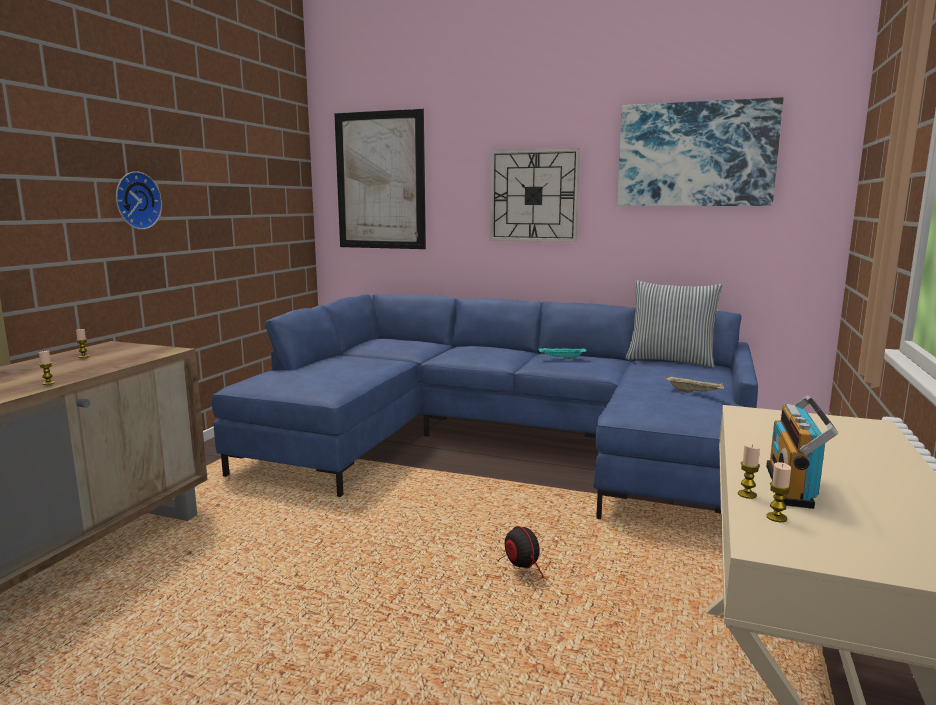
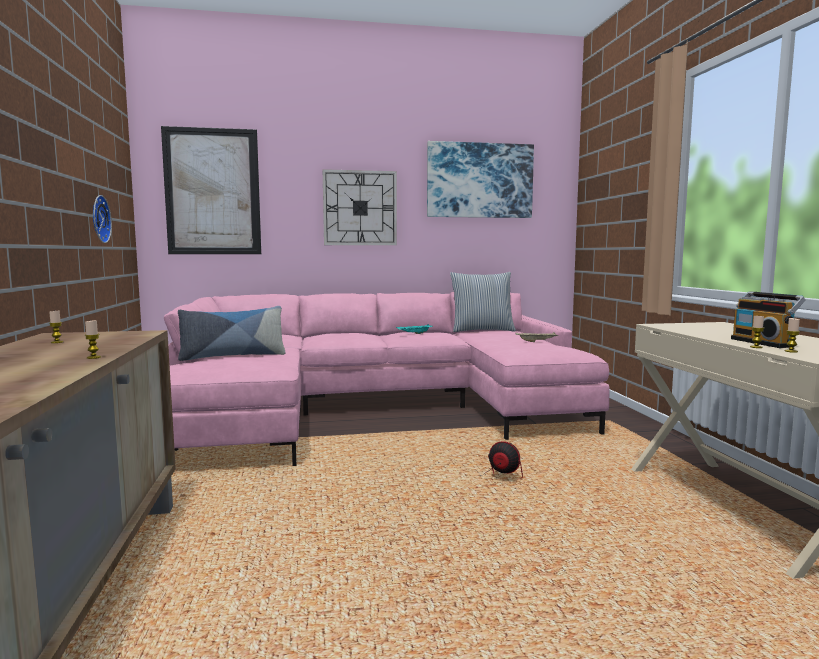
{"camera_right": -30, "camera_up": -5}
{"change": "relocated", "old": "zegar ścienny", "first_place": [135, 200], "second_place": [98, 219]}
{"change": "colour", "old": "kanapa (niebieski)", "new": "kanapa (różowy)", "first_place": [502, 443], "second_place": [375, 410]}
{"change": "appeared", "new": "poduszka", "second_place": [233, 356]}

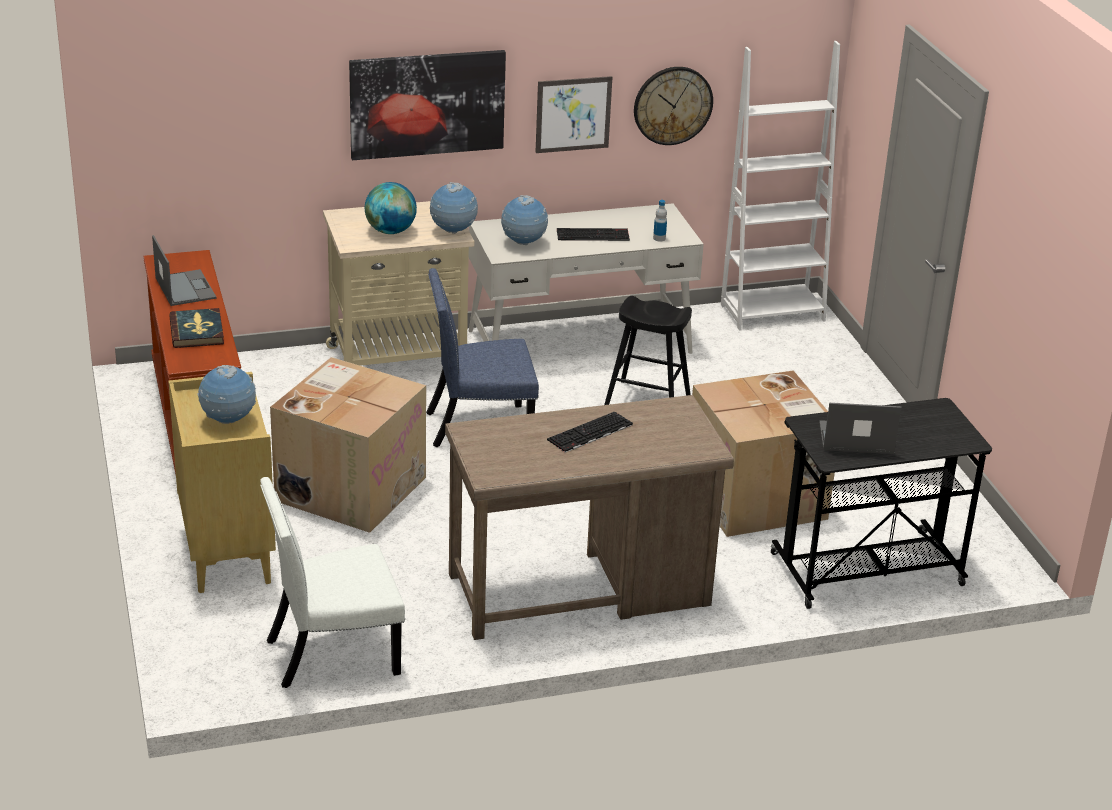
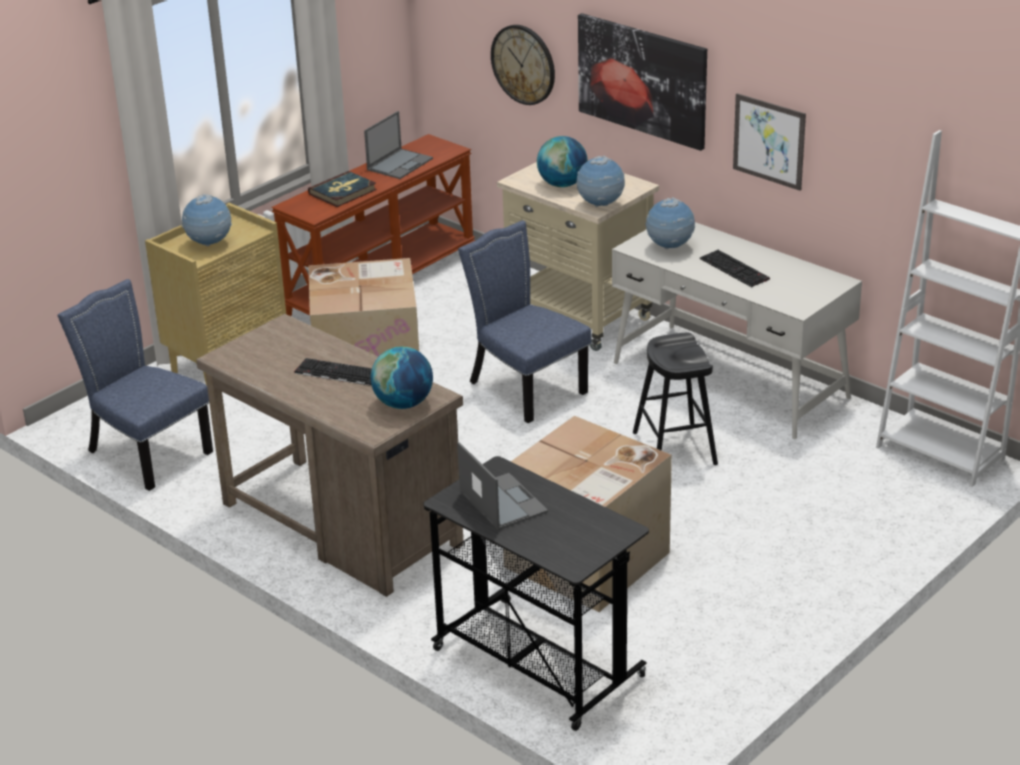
{"camera_right": 60, "camera_up": 0}
{"change": "colour", "old": "krzesło (biały)", "new": "krzesło (niebieski)", "first_place": [335, 654], "second_place": [149, 455]}
{"change": "appeared", "new": "globus", "second_place": [403, 404]}
{"change": "relocated", "old": "zegar ścienny", "first_place": [672, 105], "second_place": [523, 64]}
{"change": "missing", "old": "butelka", "first_place": [659, 238]}

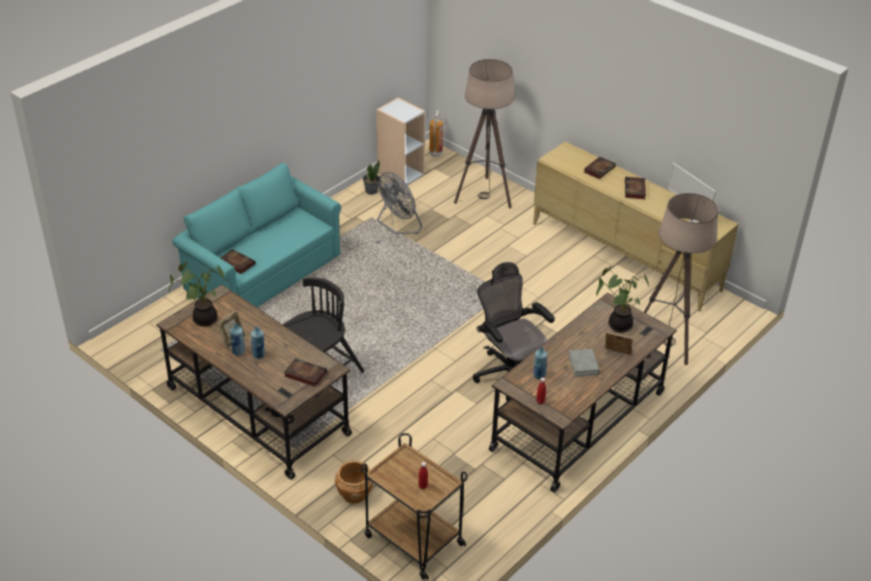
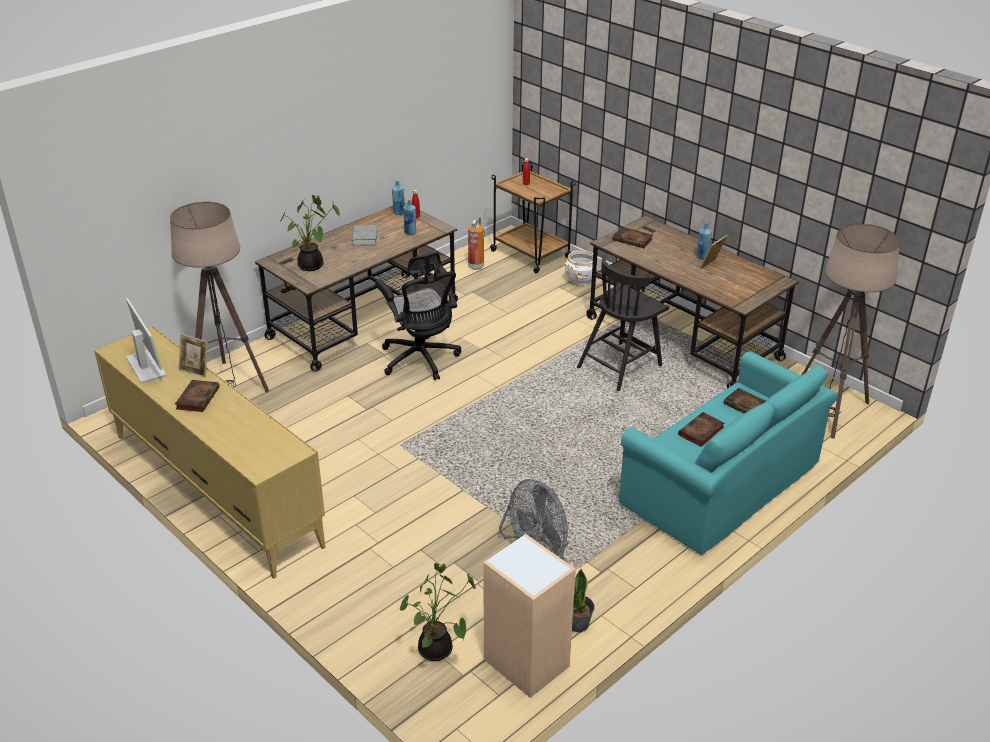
{"camera_right": -175, "camera_up": -5}
{"change": "relocated", "old": "ramka na zdjęcie", "first_place": [616, 354], "second_place": [195, 370]}
{"change": "relocated", "old": "butelka (niebieski)", "first_place": [259, 355], "second_place": [399, 213]}
{"change": "relocated", "old": "roślina doniczkowa", "first_place": [203, 318], "second_place": [438, 651]}
{"change": "relocated", "old": "gaśnica", "first_place": [435, 154], "second_place": [476, 266]}
{"change": "colour", "old": "donica (brązowy)", "new": "donica (biały)", "first_place": [354, 494], "second_place": [580, 280]}
{"change": "relocated", "old": "książka", "first_place": [599, 169], "second_place": [701, 432]}
{"change": "relocated", "old": "lampa stojąca", "first_place": [484, 196], "second_place": [830, 411]}

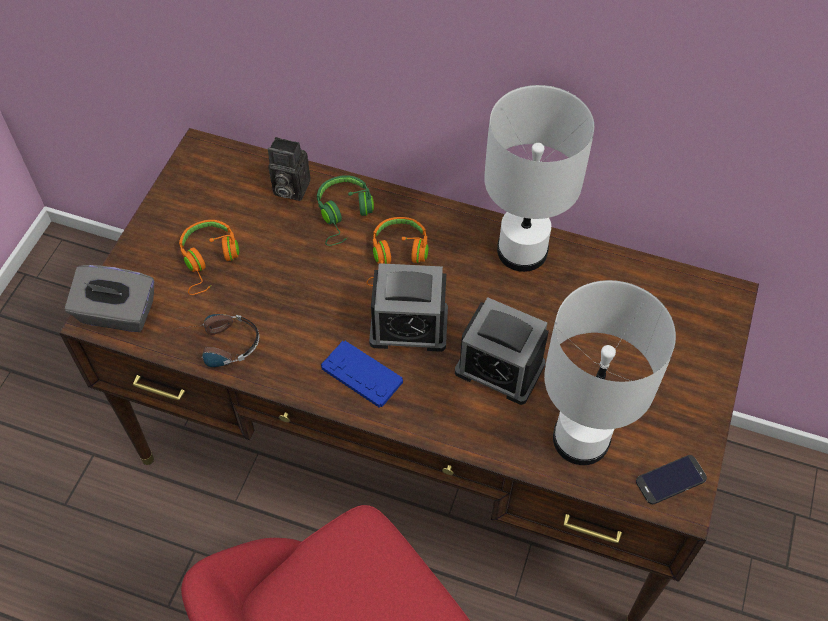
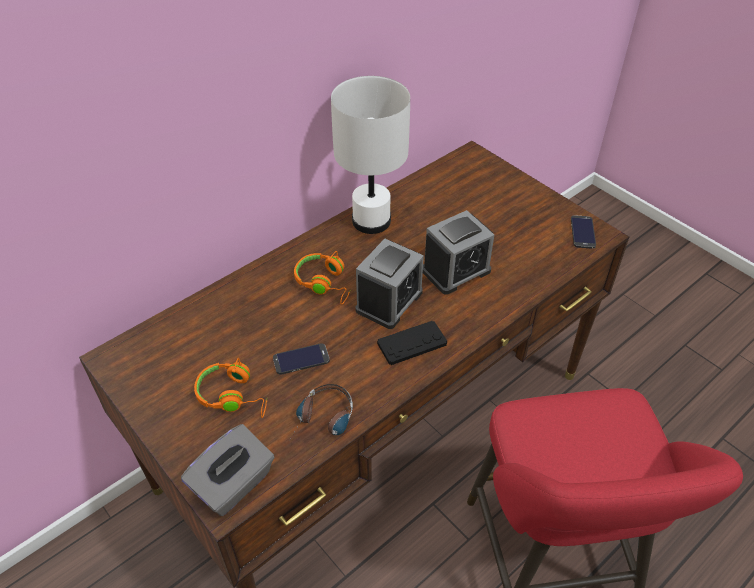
{"camera_right": -60, "camera_up": -10}
{"change": "appeared", "new": "telefon", "second_place": [301, 359]}
{"change": "colour", "old": "pad do gier (niebieski)", "new": "pad do gier (czarny)", "first_place": [362, 374], "second_place": [412, 343]}
{"change": "missing", "old": "aparat fotograficzny", "first_place": [289, 188]}
{"change": "missing", "old": "słuchawki (zielony)", "first_place": [344, 215]}
{"change": "missing", "old": "lampa stołowa (biały)", "first_place": [582, 440]}

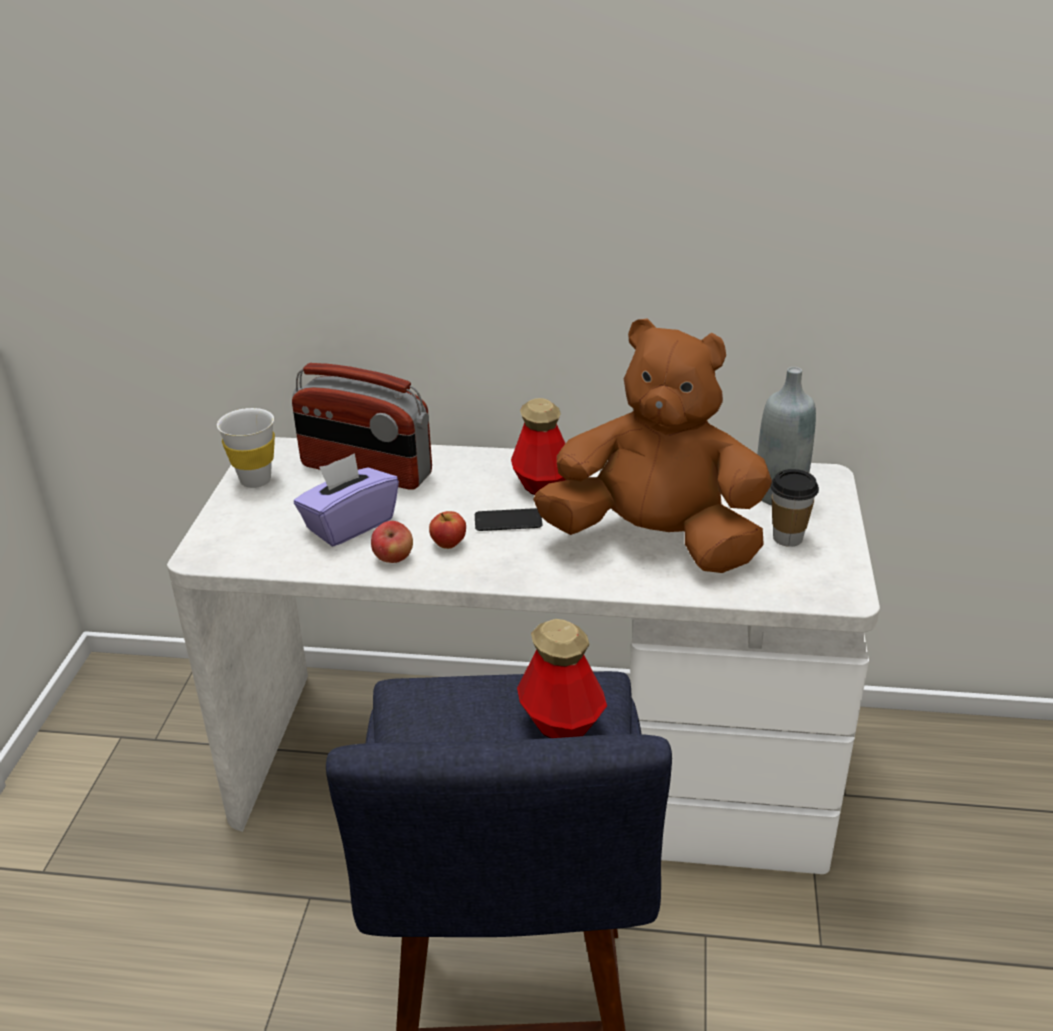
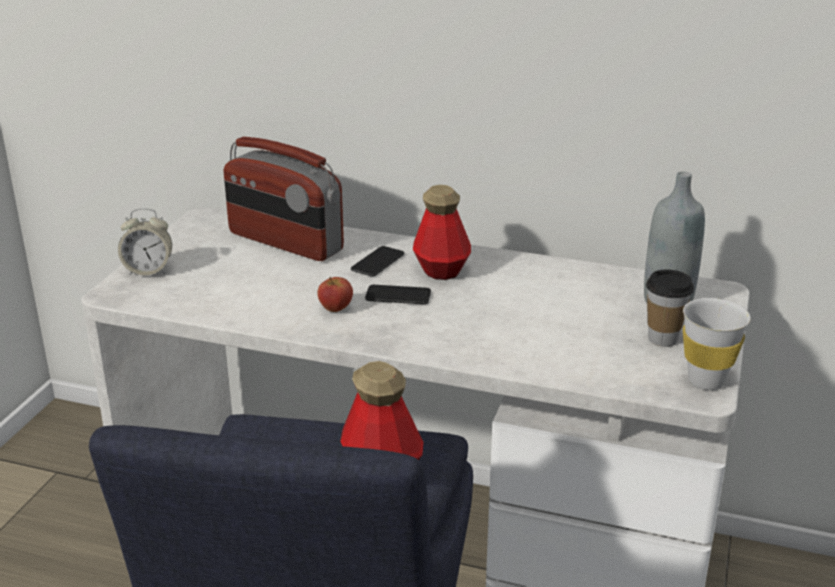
{"camera_right": 10, "camera_up": -5}
{"change": "appeared", "new": "budzik", "second_place": [148, 271]}
{"change": "appeared", "new": "telefon", "second_place": [377, 262]}
{"change": "relocated", "old": "filiżanka (biały)", "first_place": [255, 480], "second_place": [706, 381]}
{"change": "missing", "old": "pudełko chusteczek (fioletowy)", "first_place": [349, 524]}
{"change": "missing", "old": "jabłko", "first_place": [393, 558]}
{"change": "missing", "old": "pluszak (brązowy)", "first_place": [656, 541]}

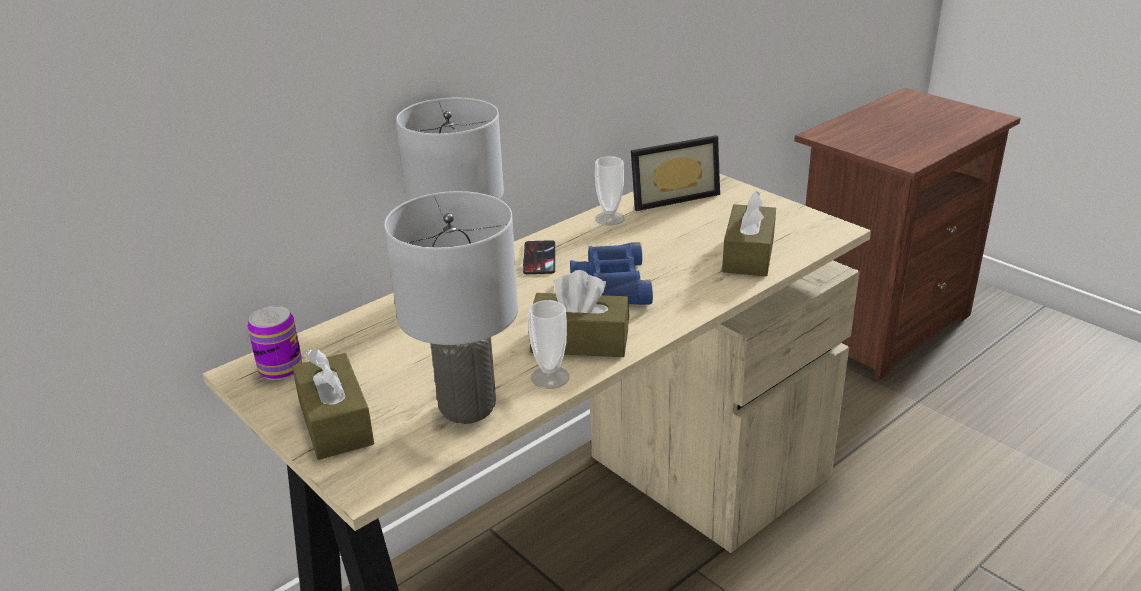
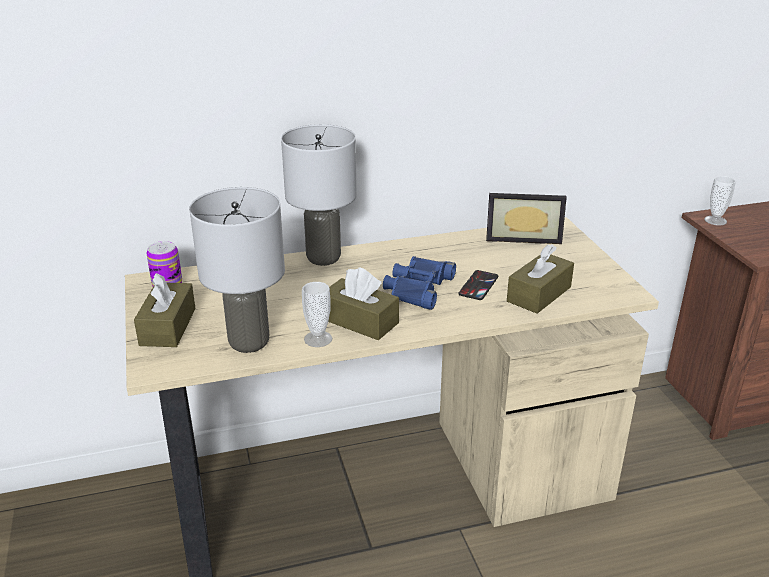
{"camera_right": 25, "camera_up": 0}
{"change": "relocated", "old": "telefon", "first_place": [539, 258], "second_place": [478, 285]}
{"change": "relocated", "old": "filiżanka", "first_place": [609, 218], "second_place": [715, 220]}

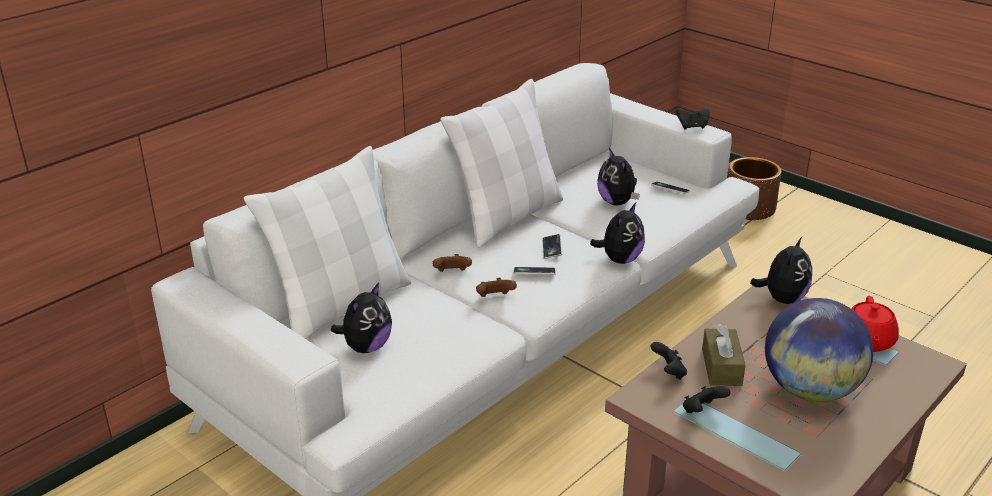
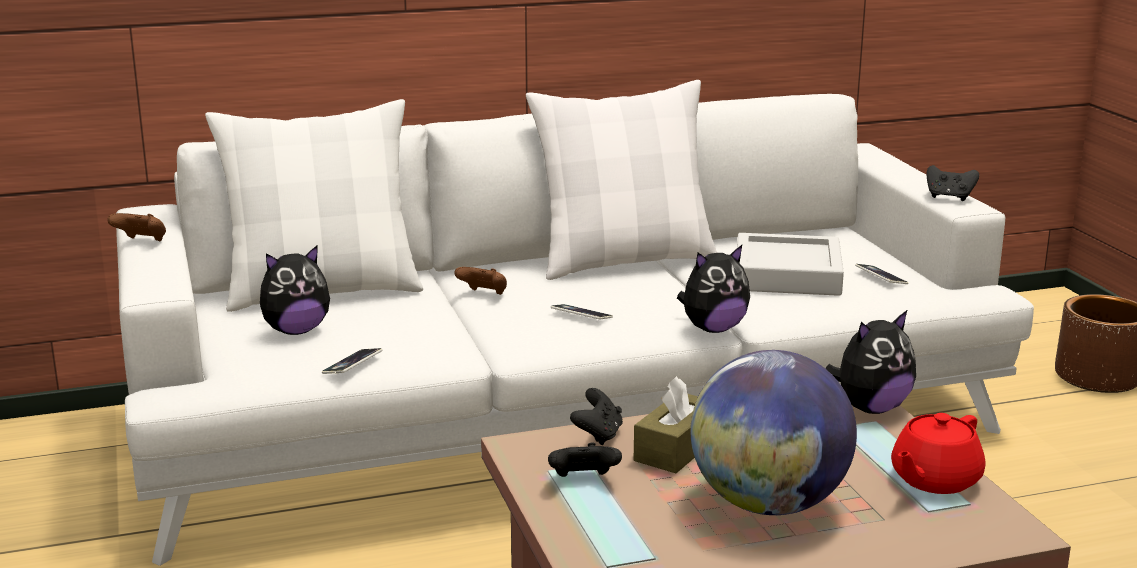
{"camera_right": 30, "camera_up": -10}
{"change": "relocated", "old": "pad do gier (brązowy)", "first_place": [495, 298], "second_place": [142, 242]}
{"change": "relocated", "old": "telefon", "first_place": [551, 249], "second_place": [352, 365]}
{"change": "exchanged", "old": "pluszak", "new": "taca (szary)", "first_place": [617, 202], "second_place": [787, 275]}

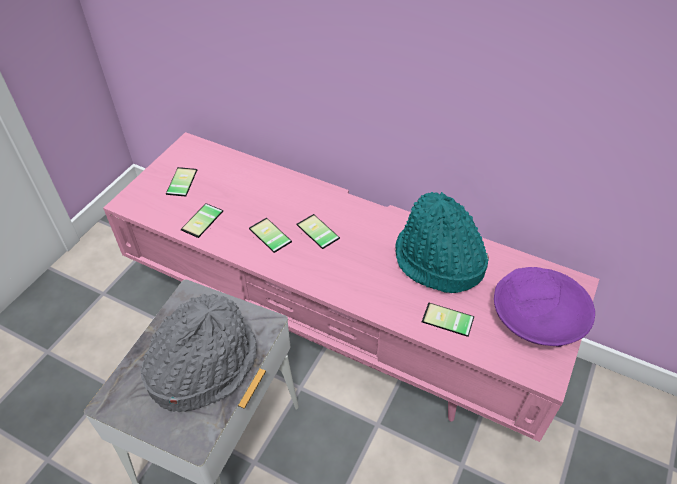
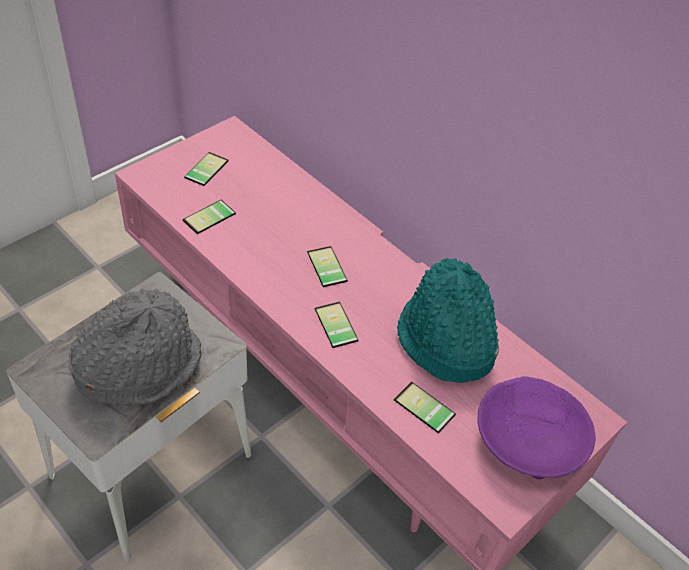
{"camera_right": 15, "camera_up": 0}
{"change": "relocated", "old": "telefon", "first_place": [268, 236], "second_place": [333, 325]}

